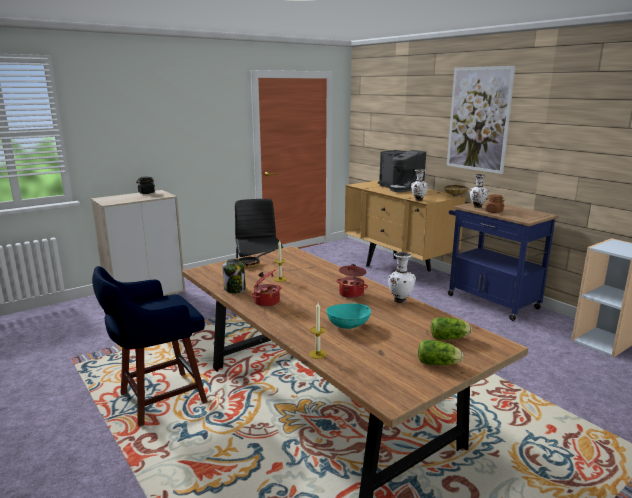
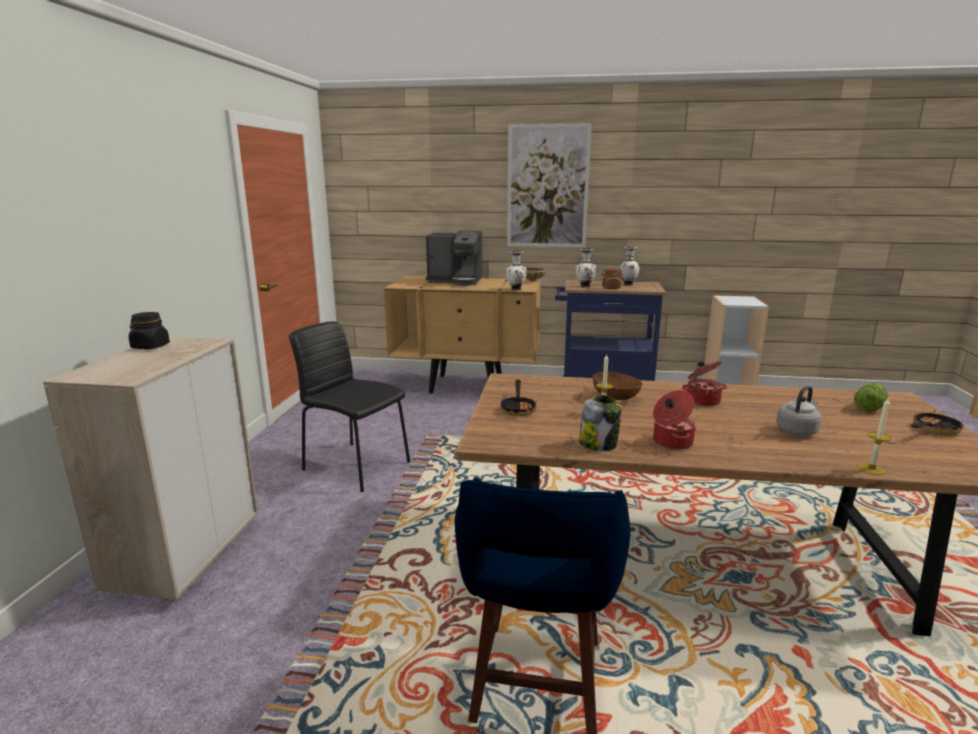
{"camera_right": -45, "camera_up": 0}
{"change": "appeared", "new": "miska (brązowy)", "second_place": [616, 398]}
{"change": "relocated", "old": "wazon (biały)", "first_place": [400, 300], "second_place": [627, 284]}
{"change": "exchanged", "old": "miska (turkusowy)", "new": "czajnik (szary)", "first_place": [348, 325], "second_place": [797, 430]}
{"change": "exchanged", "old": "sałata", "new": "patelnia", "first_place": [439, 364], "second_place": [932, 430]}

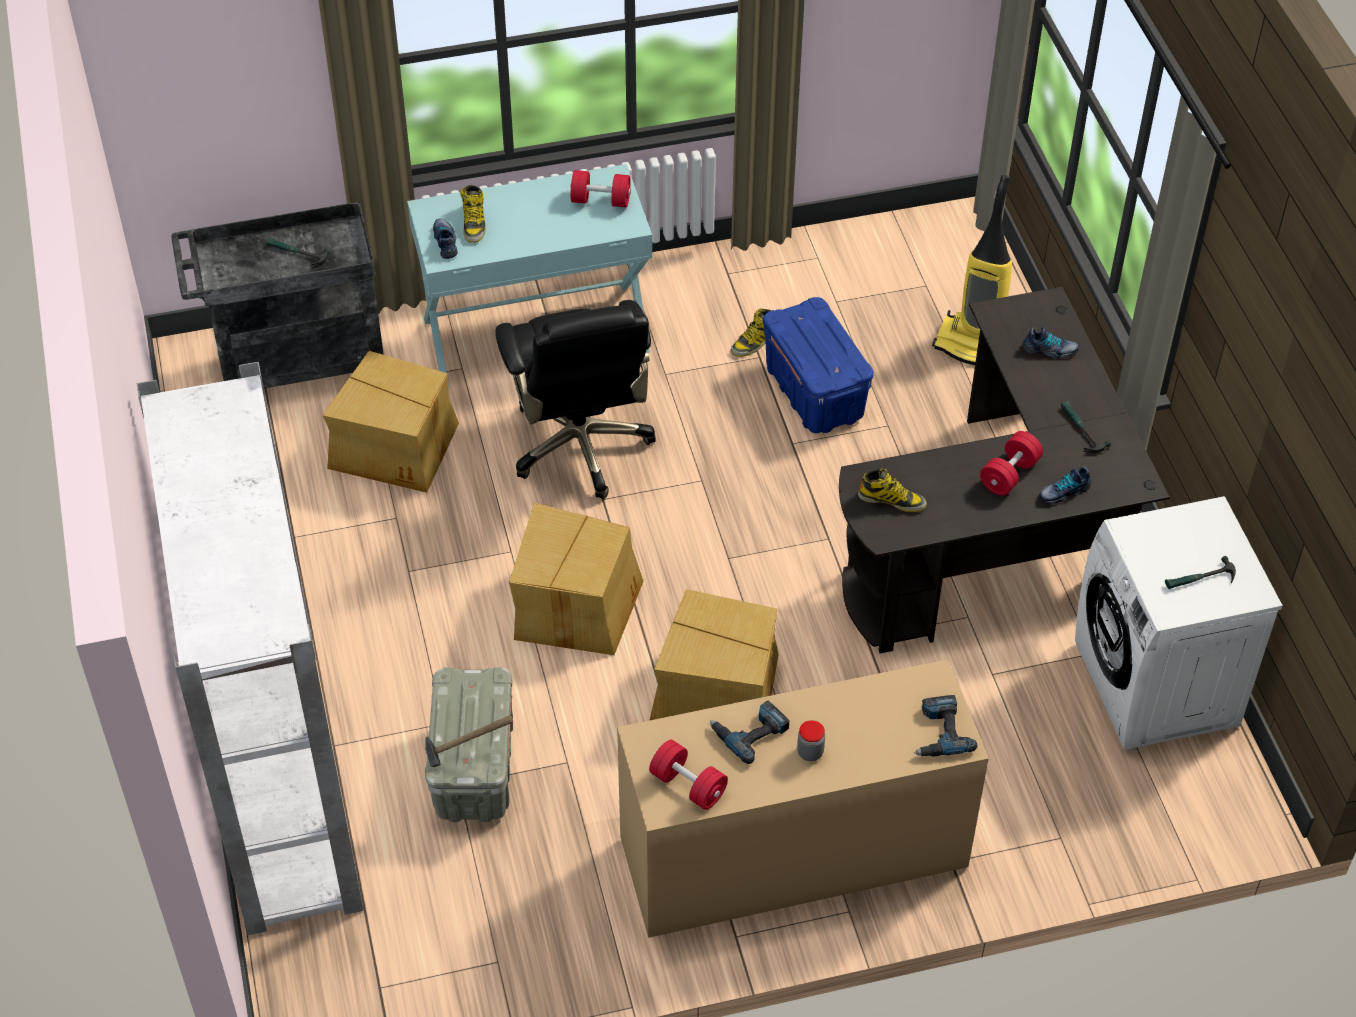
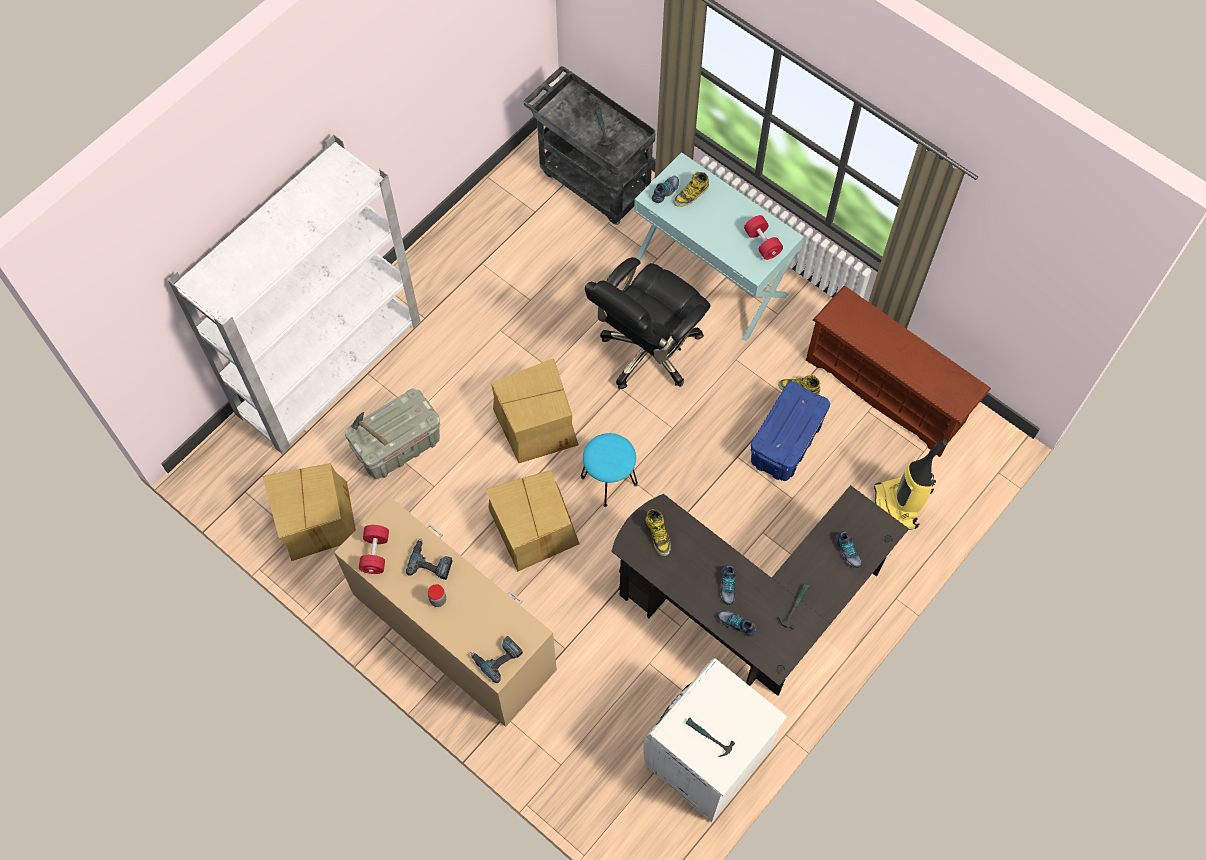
{"camera_right": 55, "camera_up": 15}
{"change": "relocated", "old": "karton", "first_place": [395, 447], "second_place": [315, 519]}
{"change": "appeared", "new": "stołek (turkusowy)", "second_place": [609, 480]}
{"change": "exchanged", "old": "hantel (czerwony)", "new": "but", "first_place": [1009, 474], "second_place": [727, 586]}
{"change": "appeared", "new": "regał na buty (brązowy)", "second_place": [887, 391]}

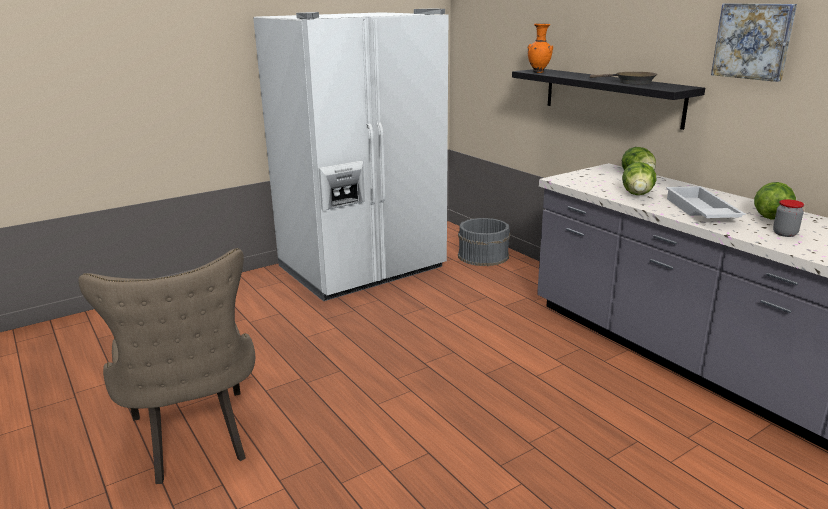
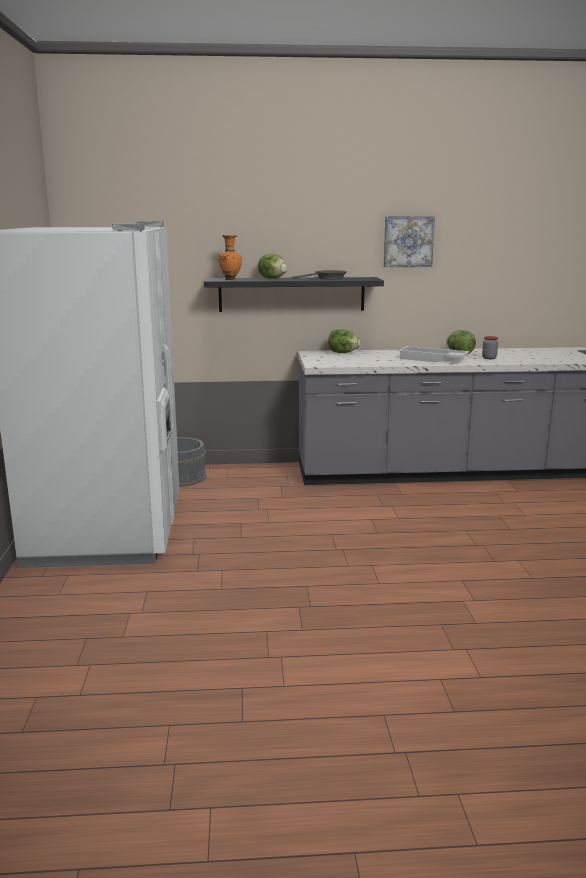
{"camera_right": -60, "camera_up": -5}
{"change": "relocated", "old": "sałata", "first_place": [637, 194], "second_place": [272, 279]}
{"change": "missing", "old": "krzesło (beżowy)", "first_place": [195, 438]}

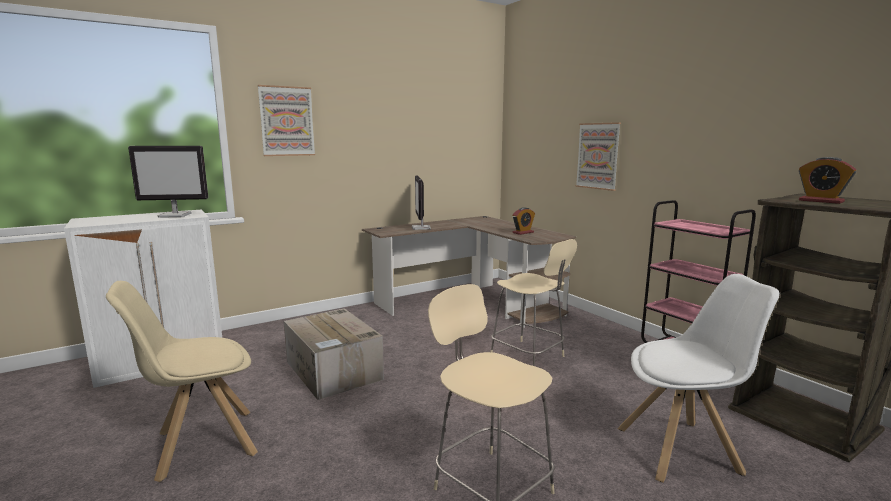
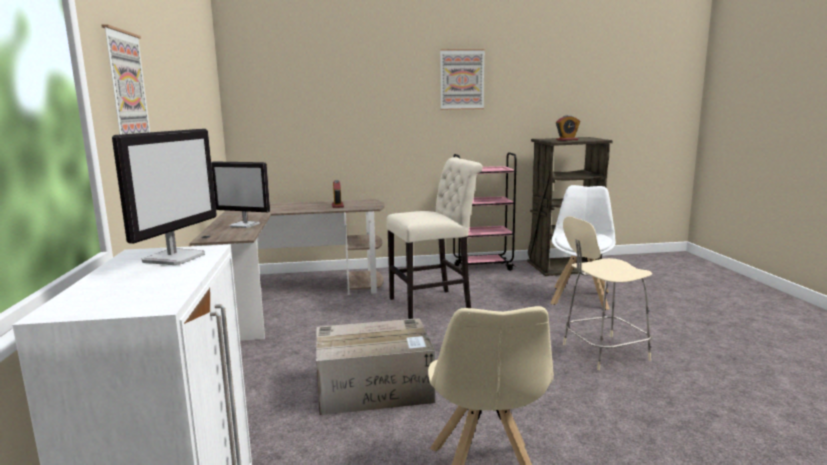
{"camera_right": -65, "camera_up": 0}
{"change": "exchanged", "old": "krzesło (beżowy)", "new": "stołek (beżowy)", "first_place": [529, 357], "second_place": [434, 303]}
{"change": "relocated", "old": "obraz", "first_place": [598, 156], "second_place": [462, 79]}

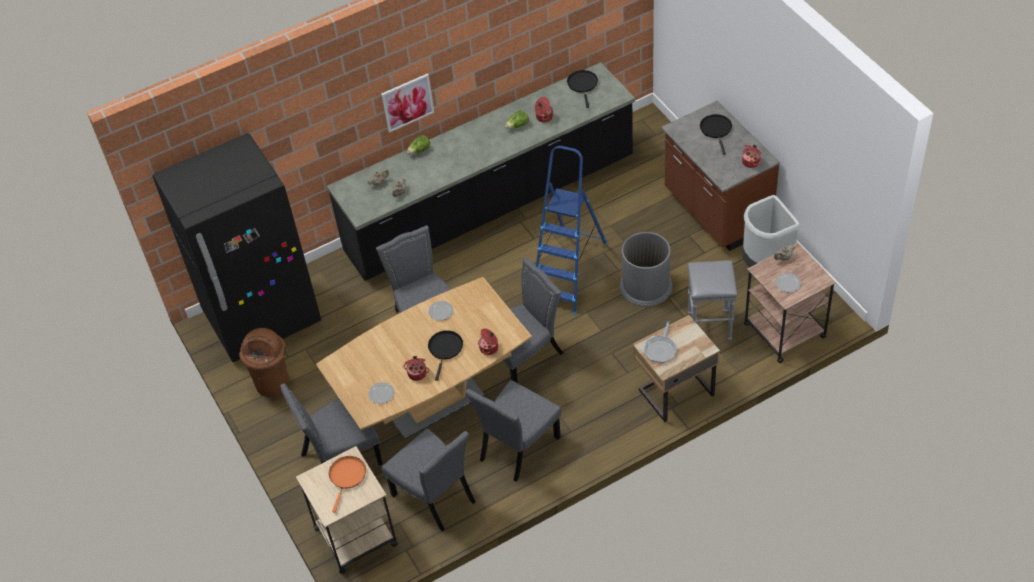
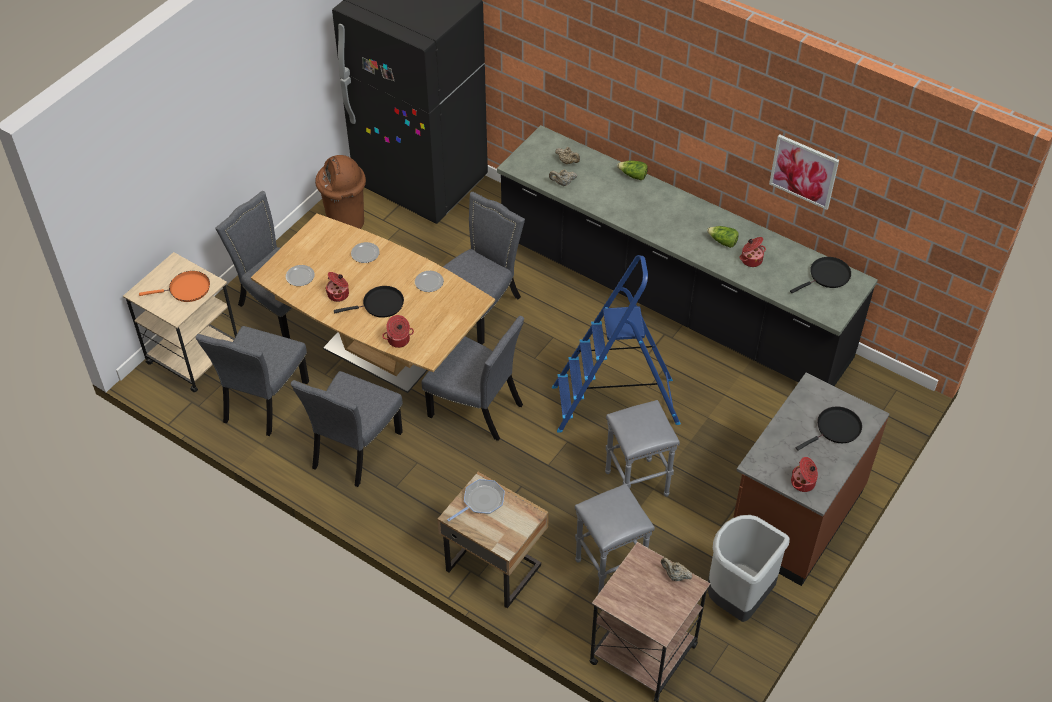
{"camera_right": 60, "camera_up": 0}
{"change": "spun", "old": "krzesło (szary)", "first_place": [519, 446], "second_place": [356, 447], "degrees": -75}
{"change": "relocated", "old": "talerz", "first_place": [787, 283], "second_place": [365, 253]}
{"change": "spun", "old": "patelnia", "first_place": [660, 349], "second_place": [481, 501], "degrees": 150}
{"change": "exchanged", "old": "kosz na śmieci (szary)", "new": "stołek (szary)", "first_place": [646, 286], "second_place": [636, 484]}
{"change": "relocated", "old": "obraz", "first_place": [407, 102], "second_place": [804, 171]}

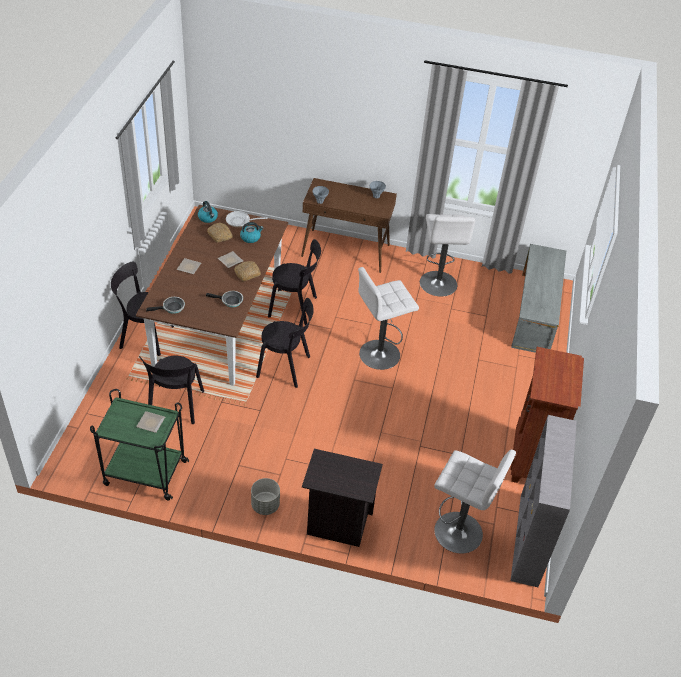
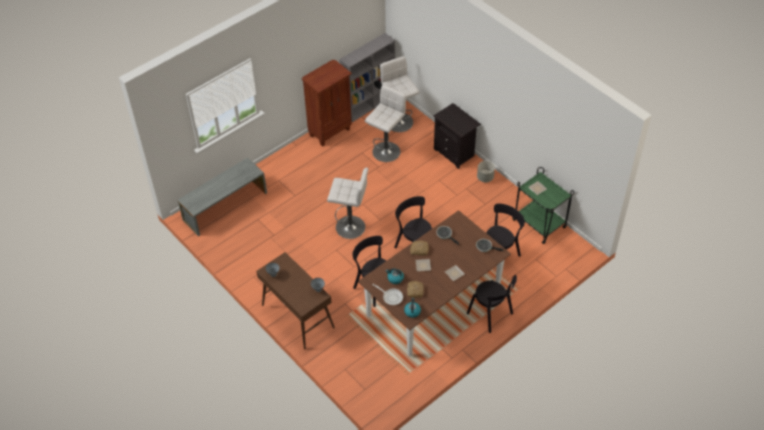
{"camera_right": -140, "camera_up": 5}
{"change": "relocated", "old": "stołek (biały)", "first_place": [438, 284], "second_place": [386, 152]}

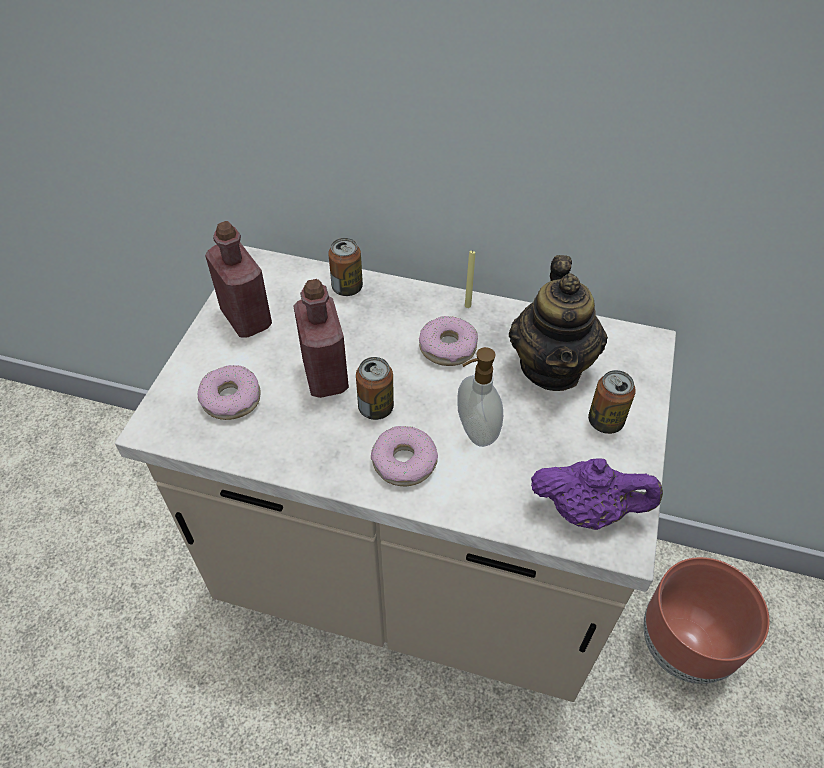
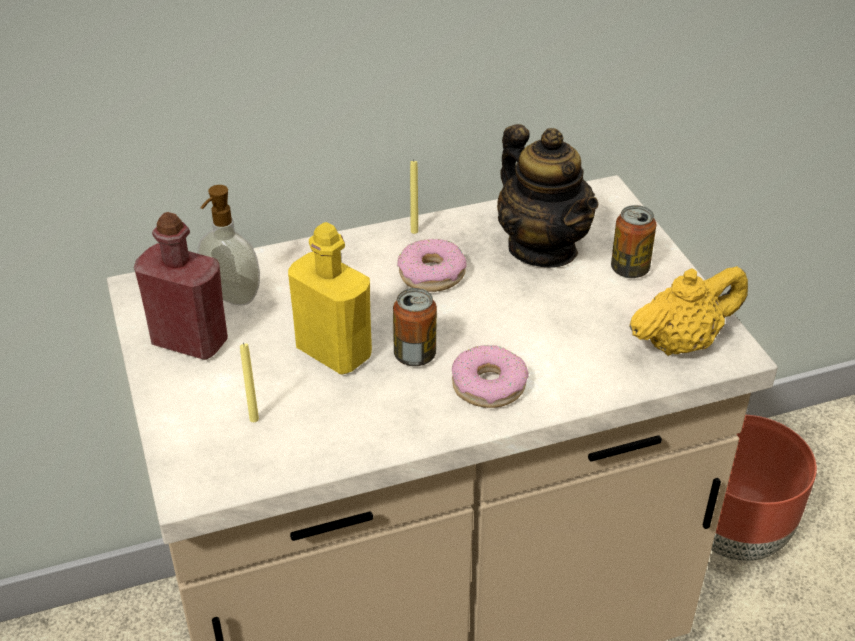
{"camera_right": -35, "camera_up": -10}
{"change": "relocated", "old": "dozownik mydła", "first_place": [475, 431], "second_place": [231, 297]}
{"change": "exchanged", "old": "donut", "new": "świeca (żółty)", "first_place": [231, 399], "second_place": [254, 419]}
{"change": "colour", "old": "butelka (czerwony)", "new": "butelka (żółty)", "first_place": [325, 375], "second_place": [334, 352]}
{"change": "colour", "old": "imbryk (fioletowy)", "new": "imbryk (żółty)", "first_place": [587, 510], "second_place": [681, 343]}
{"change": "missing", "old": "puszka", "first_place": [347, 288]}

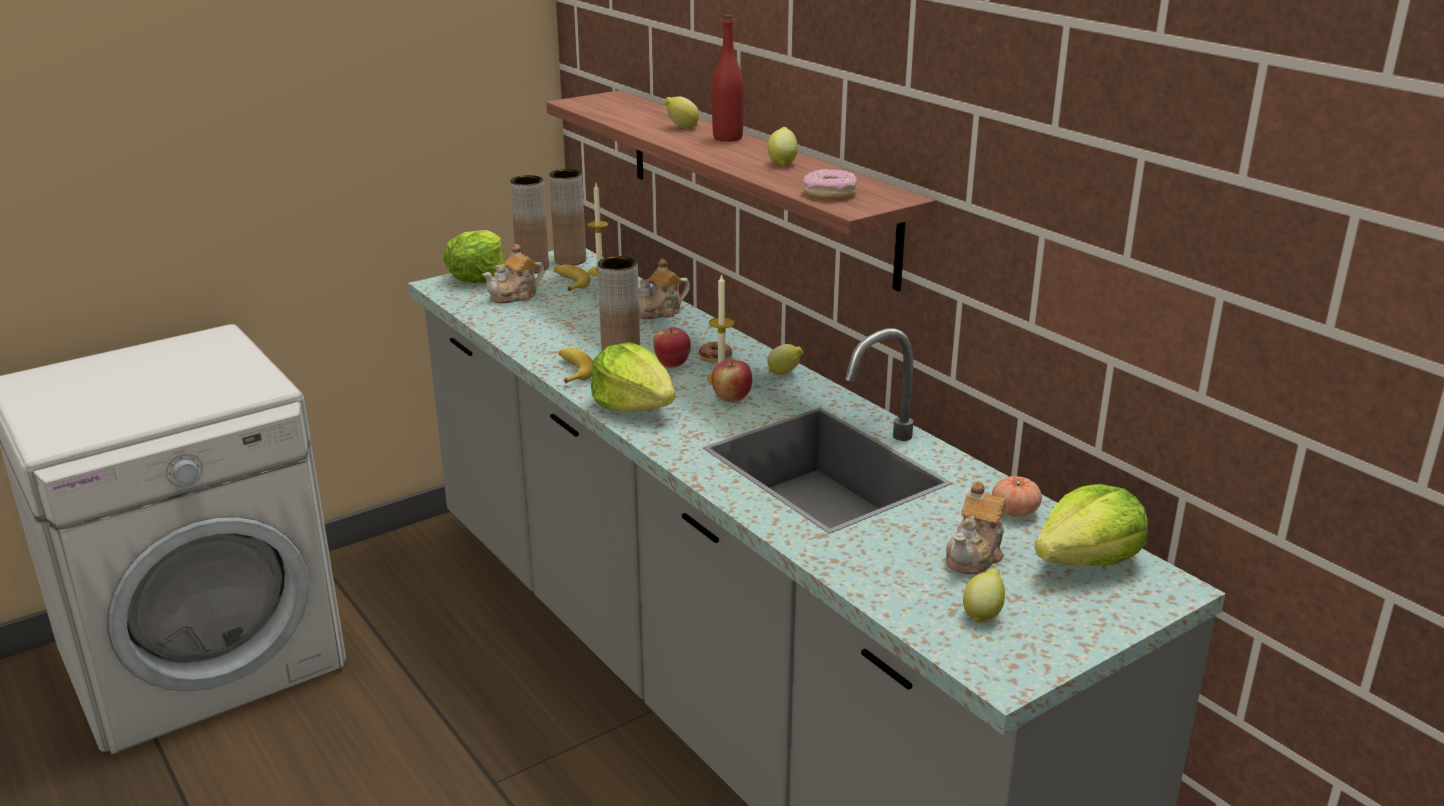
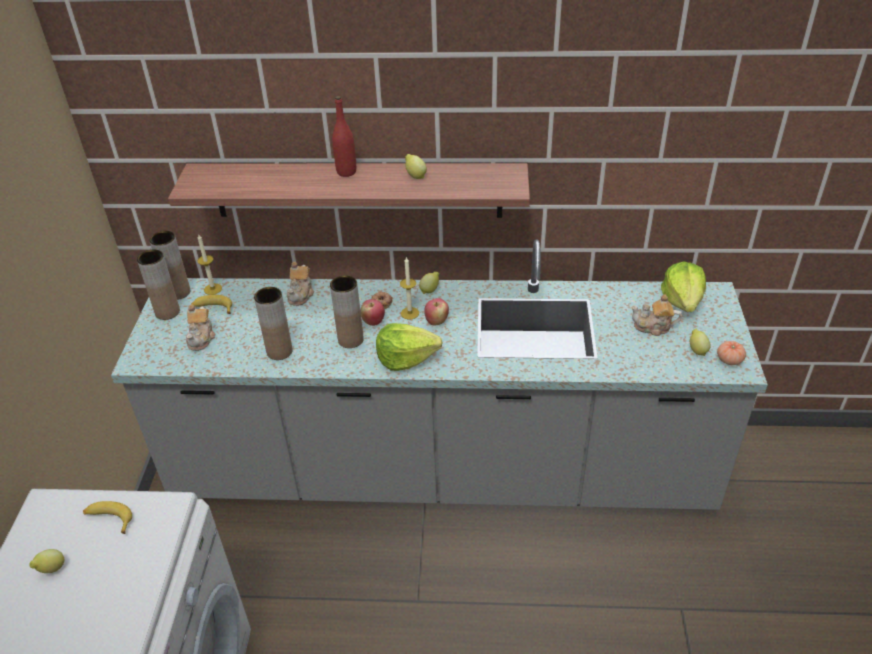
{"camera_right": -50, "camera_up": 15}
{"change": "relocated", "old": "cytryna", "first_place": [681, 127], "second_place": [51, 569]}
{"change": "relocated", "old": "banan", "first_place": [572, 371], "second_place": [109, 519]}
{"change": "appeared", "new": "wazon (brązowy)", "second_place": [279, 351]}
{"change": "spun", "old": "imbryk", "first_place": [975, 555], "second_place": [653, 327], "degrees": 120}
{"change": "relocated", "old": "pomidor", "first_place": [1015, 511], "second_place": [729, 360]}
{"change": "missing", "old": "sałata", "first_place": [478, 276]}
{"change": "missing", "old": "donut", "first_place": [829, 193]}

